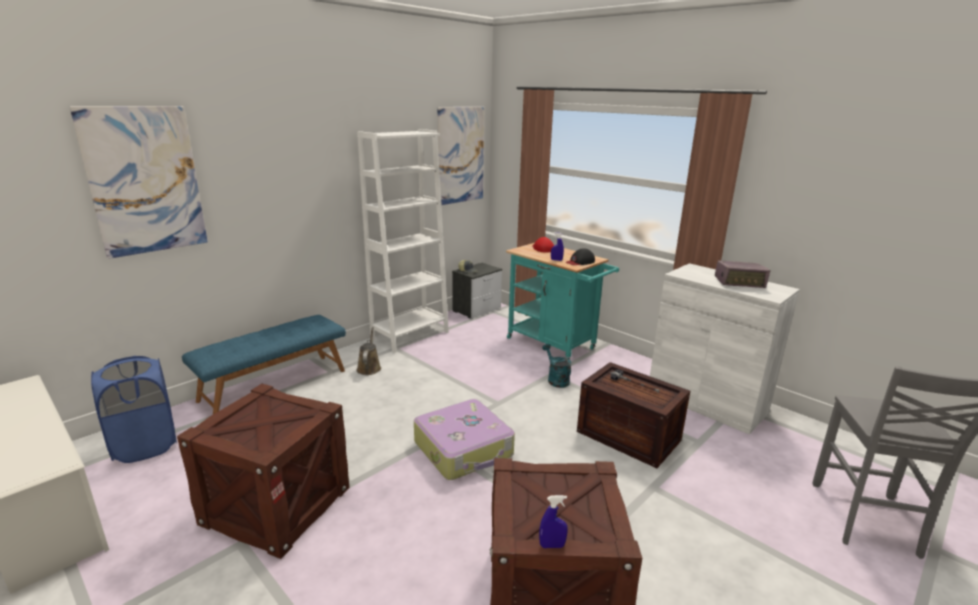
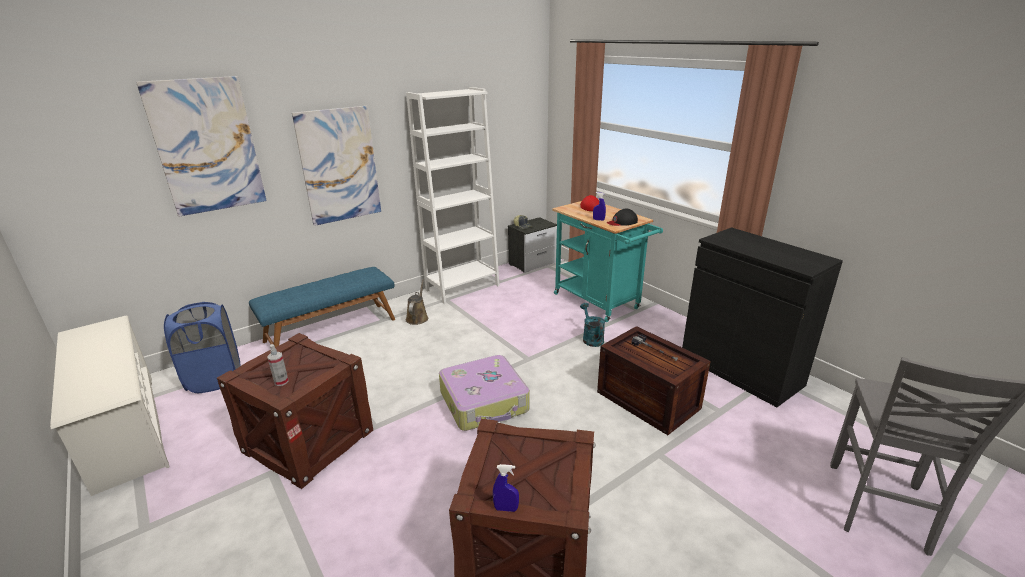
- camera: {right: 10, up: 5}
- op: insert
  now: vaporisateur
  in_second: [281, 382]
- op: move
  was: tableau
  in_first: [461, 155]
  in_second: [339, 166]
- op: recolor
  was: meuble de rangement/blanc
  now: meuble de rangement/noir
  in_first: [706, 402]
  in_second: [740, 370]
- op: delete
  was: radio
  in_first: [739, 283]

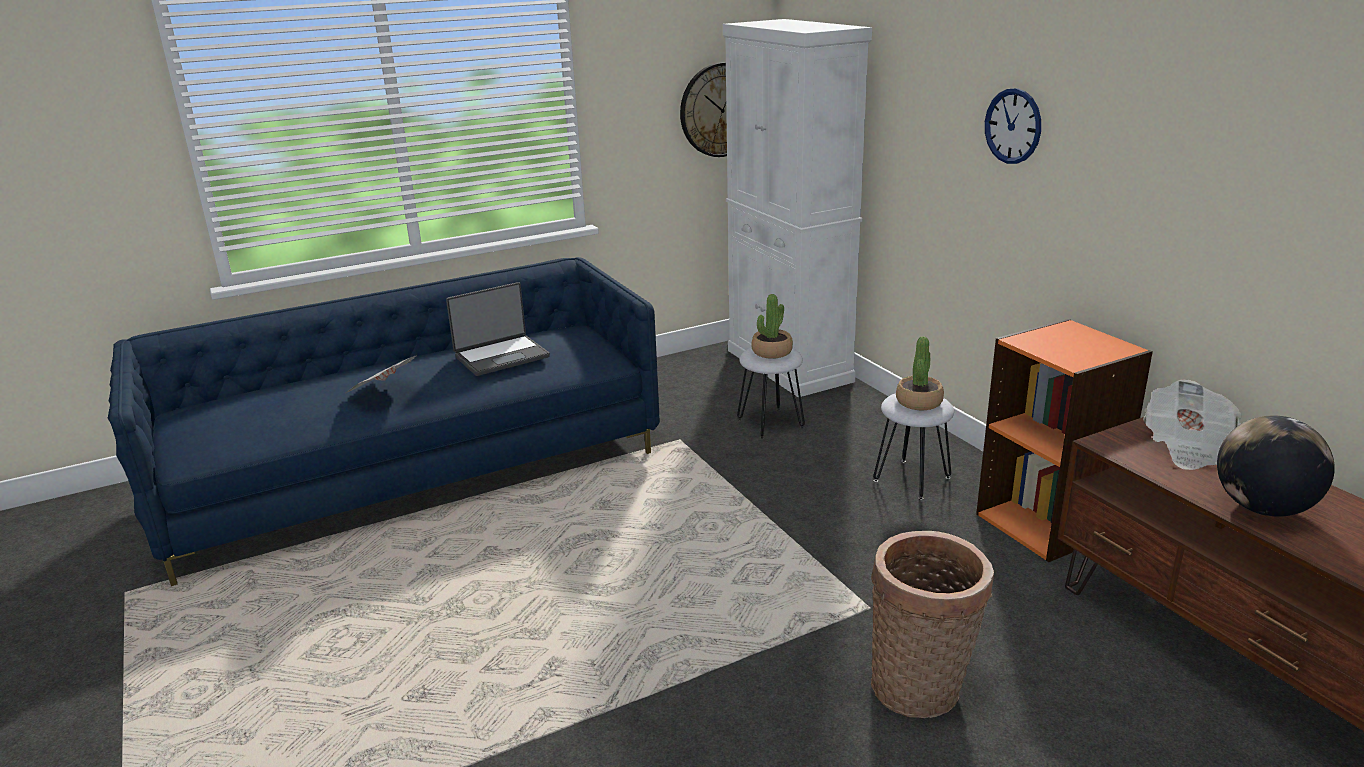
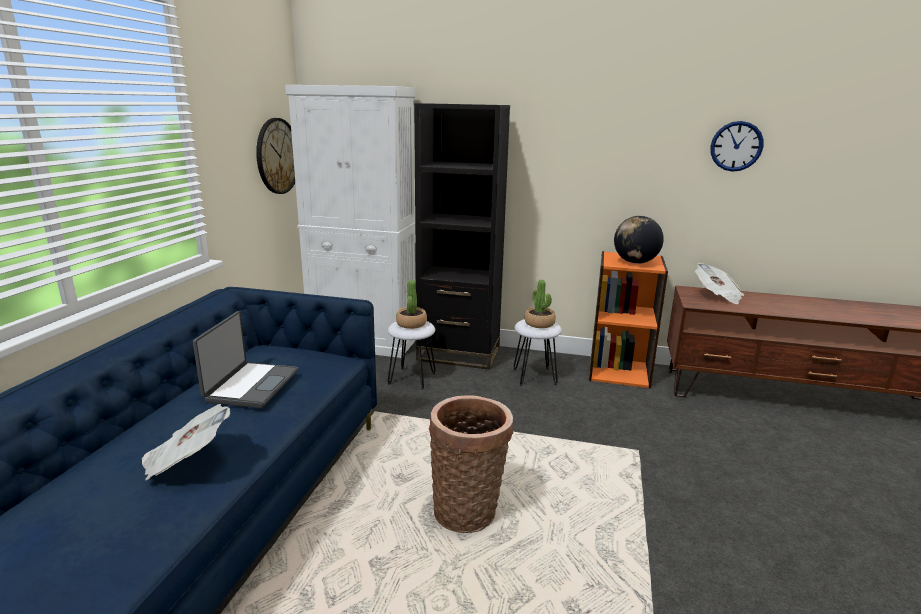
- camera: {right: -50, up: -5}
- op: insert
  now: bibliothèque/noir
  in_second: [458, 354]
- op: move
  was: panier
  in_first: [921, 689]
  in_second: [468, 510]
- op: move
  was: globe
  in_first: [1263, 508]
  in_second: [635, 262]
- op: move
  was: horloge murale
  in_first: [1013, 126]
  in_second: [736, 146]

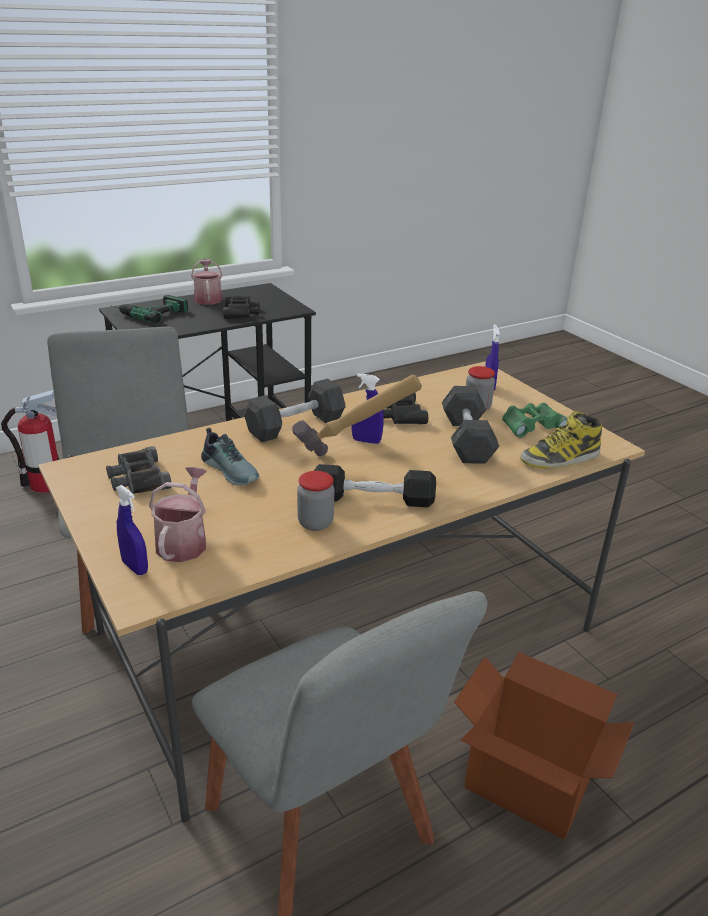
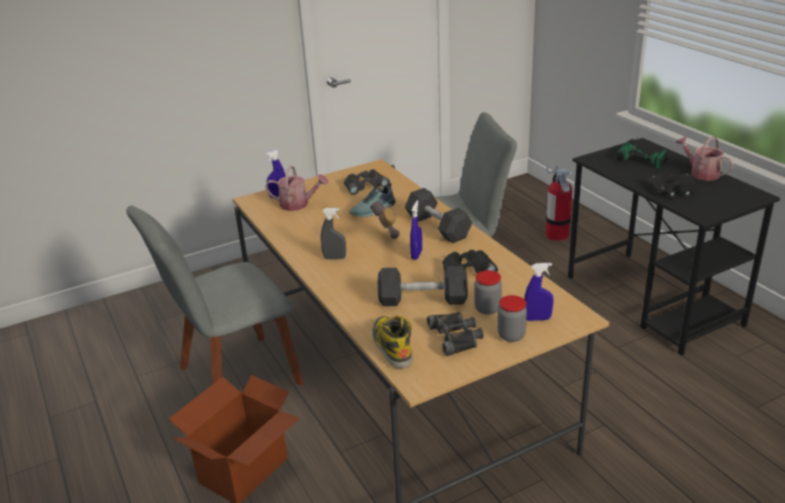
- camera: {right: 95, up: 0}
- op: replace
  was: haltère/noir
  now: vaporisateur/gris
  in_first: [373, 499]
  in_second: [334, 258]
- op: recolor
  was: jumelles/vert
  now: jumelles/noir
  in_first: [531, 424]
  in_second: [456, 337]
- op: move
  was: bocal
  in_first: [315, 523]
  in_second: [511, 335]
- op: rotate
  was: arrosoir
  in_first: [208, 298]
  in_second: [701, 173]
  clockwise: -120

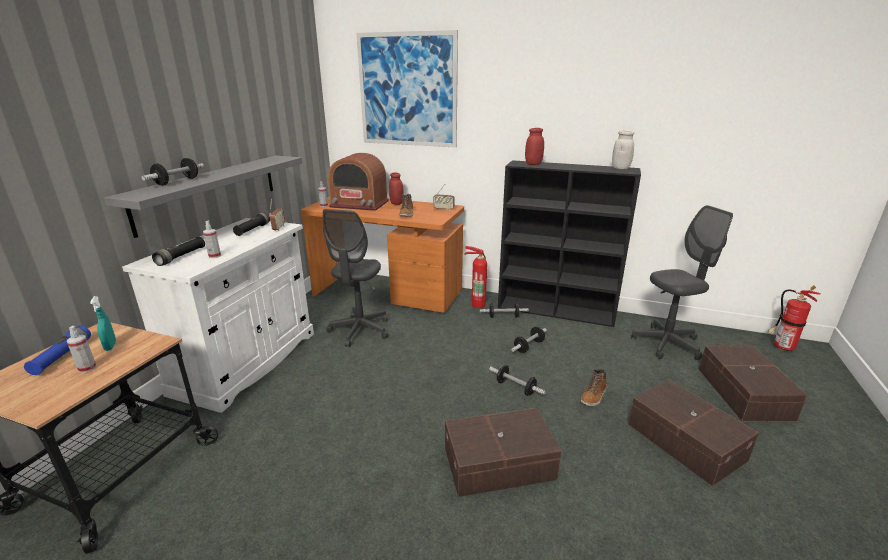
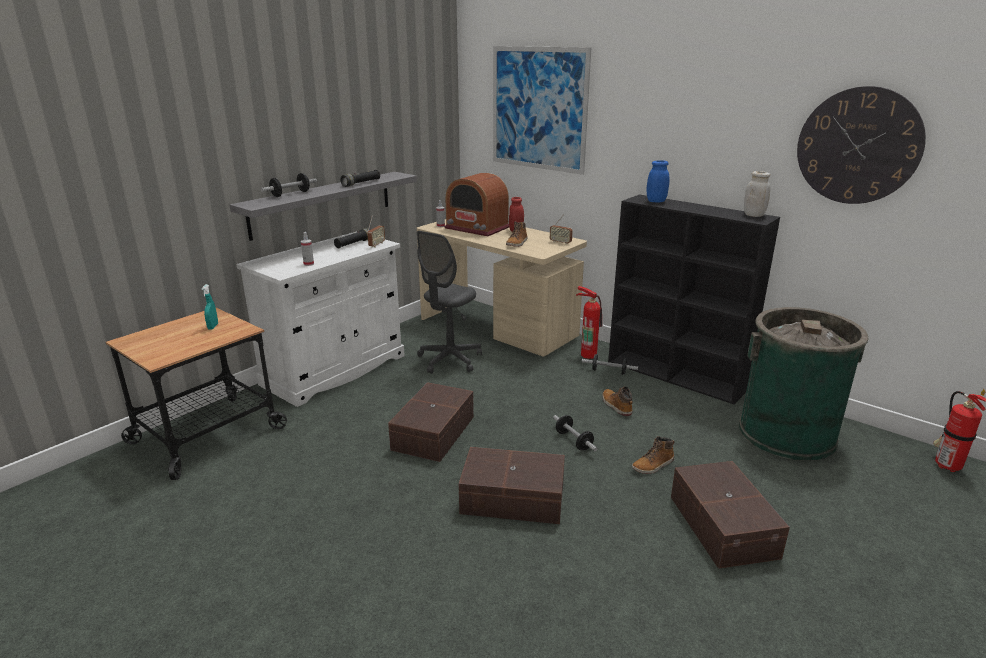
- camera: {right: 20, up: 0}
- op: move
  was: lampe de poche/noir
  in_first: [181, 257]
  in_second: [361, 183]
- op: move
  was: boîte de rangement/marron
  in_first: [743, 394]
  in_second: [432, 433]
- op: recolor
  was: bureau/orange
  now: bureau/beige
  in_first: [388, 292]
  in_second: [498, 327]
- op: replace
  was: haltère
  now: botte
  in_first: [529, 346]
  in_second: [616, 406]
- op: recolor
  was: bocal/rouge
  now: bocal/bleu
  in_first: [533, 164]
  in_second: [656, 201]
- op: replace
  was: chaise de bureau/gris
  now: poubelle/vert
  in_first: [667, 344]
  in_second: [787, 433]
- op: insert
  now: horloge murale
  in_second: [858, 146]
- op: delete
  was: lampe de poche/bleu
  in_first: [62, 357]
- op: delete
  was: vaporisateur
  in_first: [87, 368]

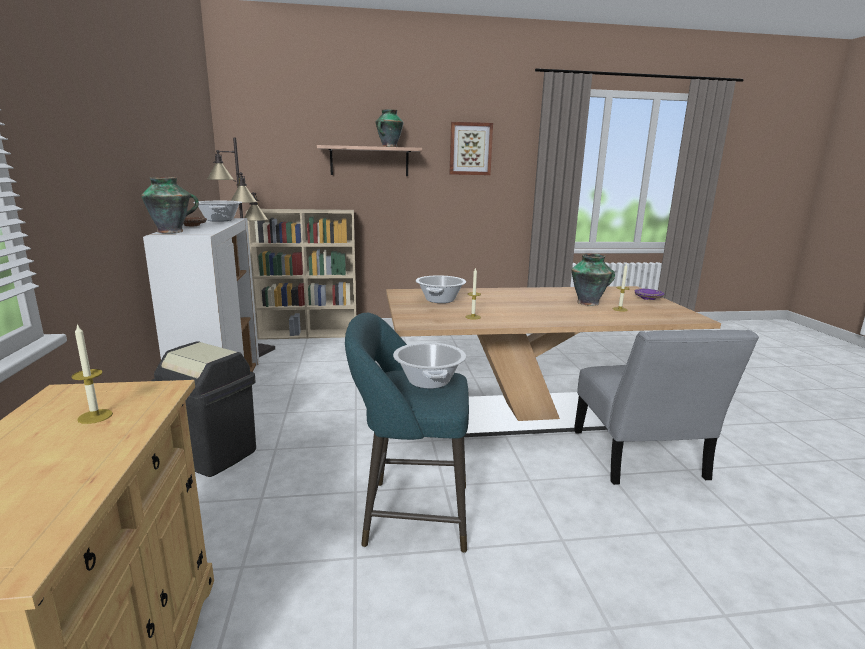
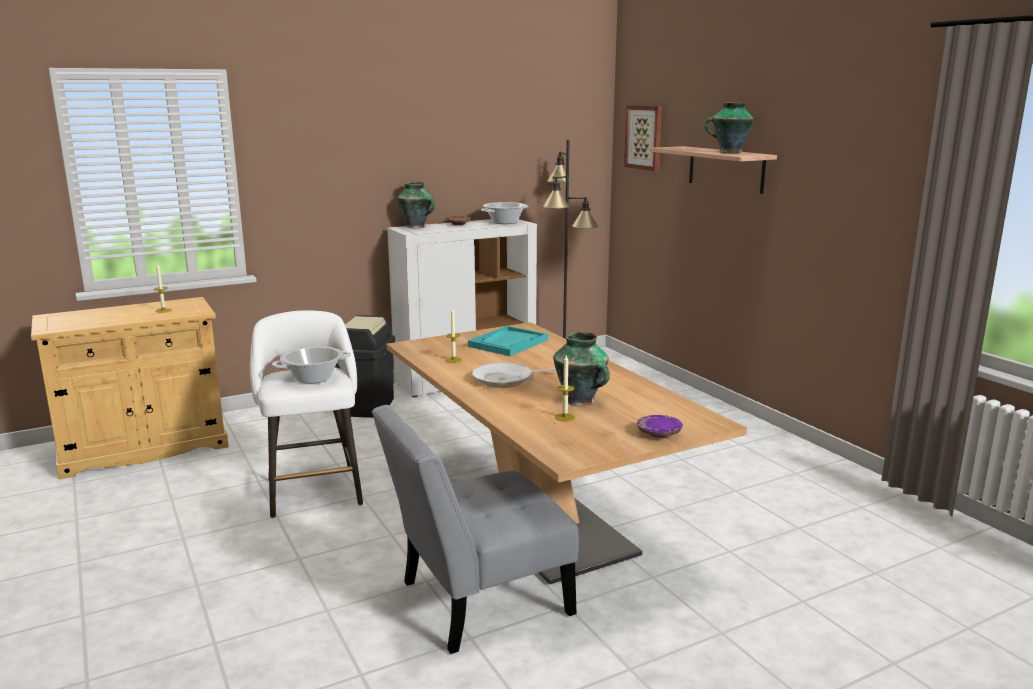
- camera: {right: 70, up: 0}
- op: recolor
  was: tabouret/turquoise
  now: tabouret/blanc
  in_first: [410, 514]
  in_second: [313, 489]
- op: replace
  was: marmite
  now: plateau/turquoise
  in_first: [440, 300]
  in_second: [508, 343]
- op: insert
  now: poêle
  in_second: [506, 379]
- op: move
  was: tableau
  in_first: [470, 149]
  in_second: [644, 137]
- op: delete
  was: bibliothèque/beige
  in_first: [309, 334]

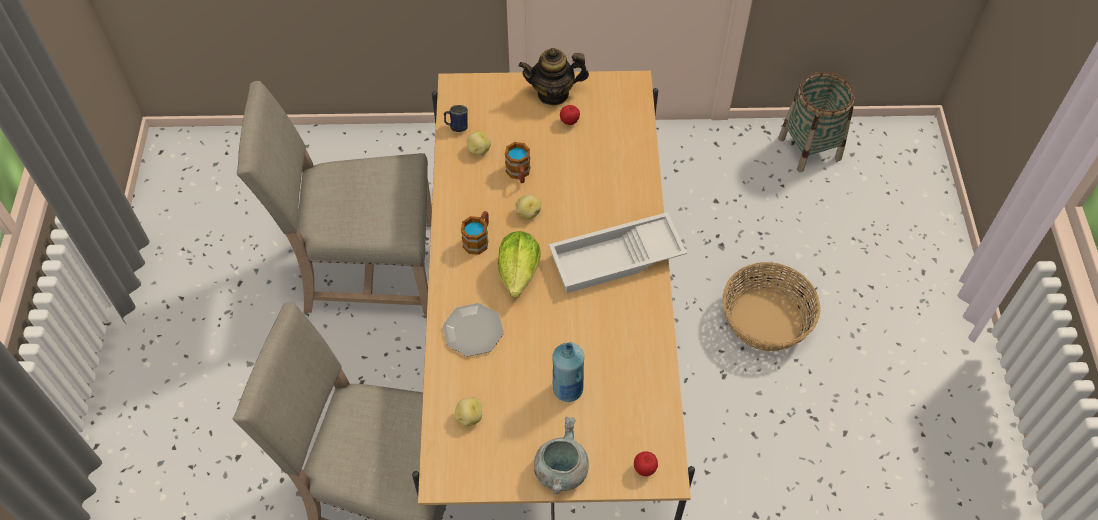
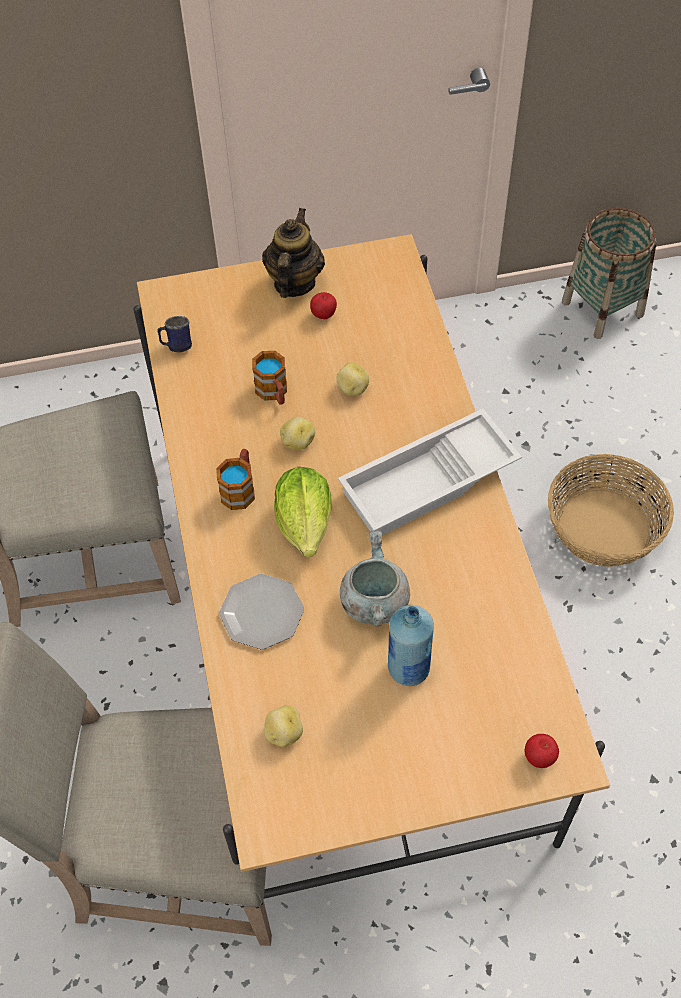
- camera: {right: -10, up: 0}
- op: rotate
  was: théière
  in_first: [553, 93]
  in_second: [294, 283]
  clockwise: 120
- op: move
  was: pomme de terre
  in_first: [478, 150]
  in_second: [352, 389]
- op: move
  was: marmite/gris
  in_first: [560, 470]
  in_second: [373, 601]

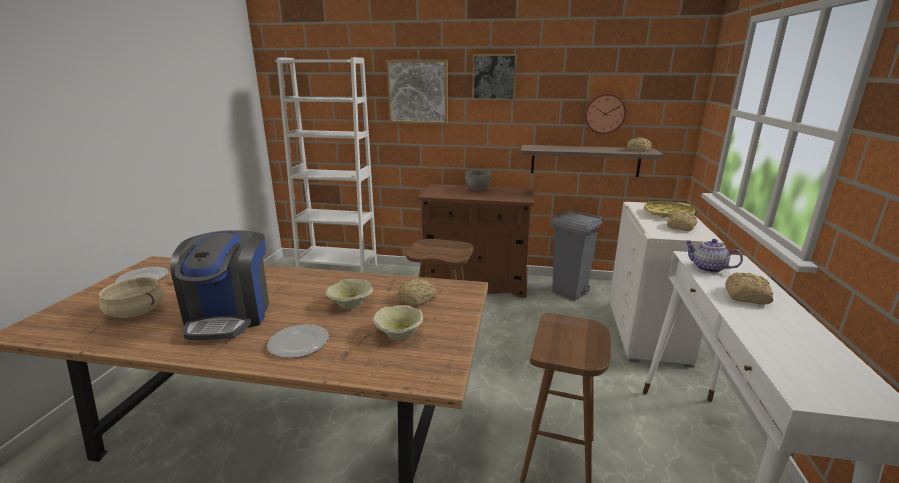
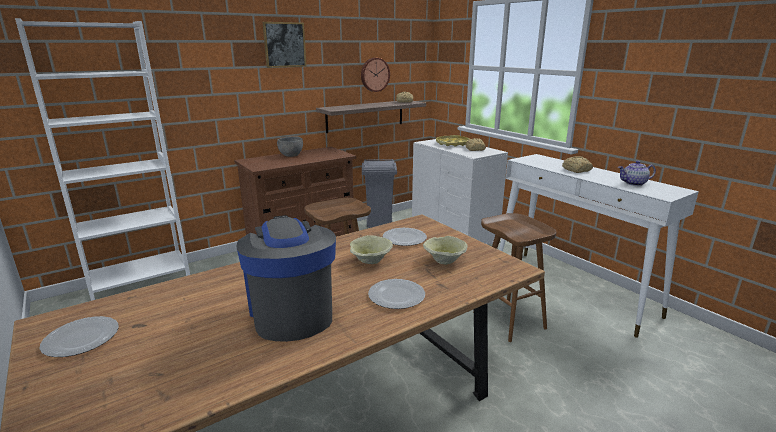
- camera: {right: -45, up: 0}
- op: rotate
  was: machine à café
  in_first: [230, 316]
  in_second: [291, 311]
  clockwise: -150
- op: replace
  was: pain
  now: assiette
  in_first: [418, 298]
  in_second: [405, 238]
- op: move
  was: théière
  in_first: [708, 268]
  in_second: [634, 183]
- op: delete
  was: marmite/beige
  in_first: [135, 312]
- op: delete
  was: tableau
  in_first: [418, 92]

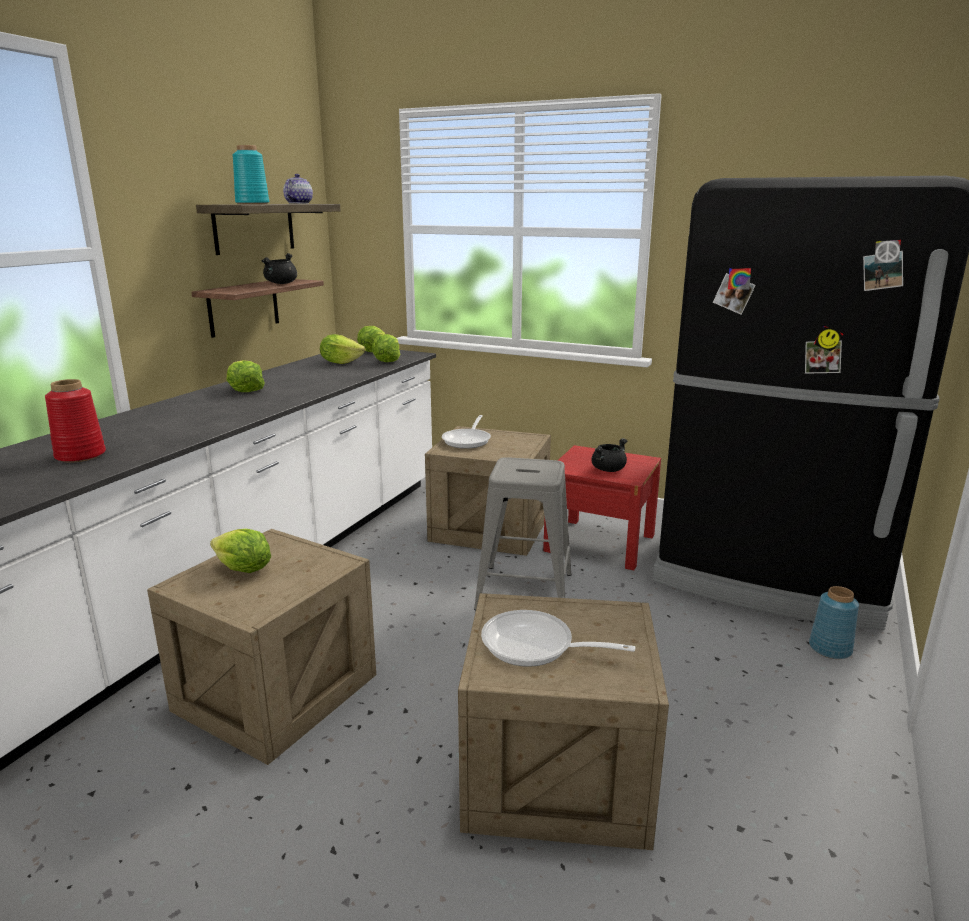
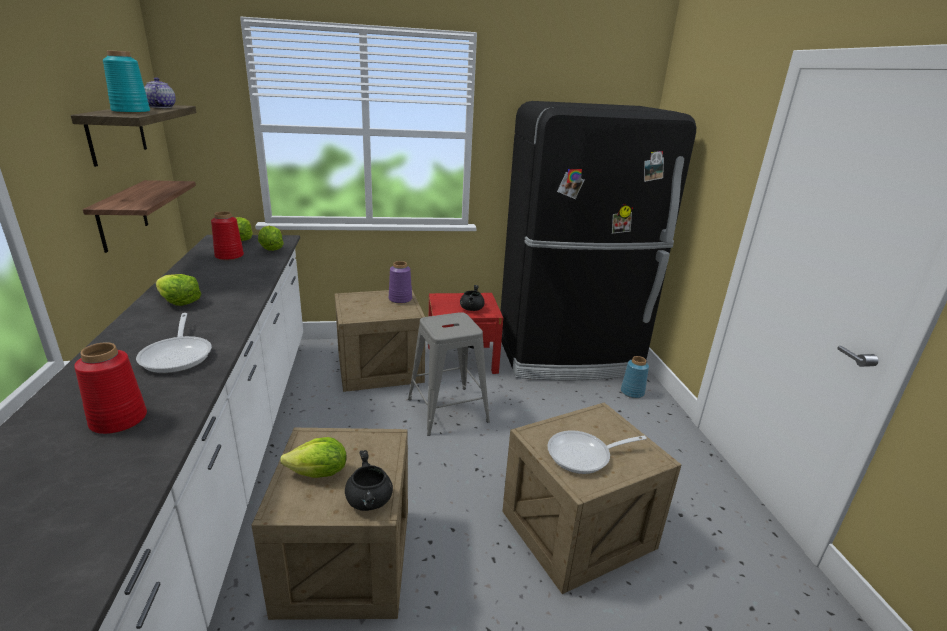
- camera: {right: -35, up: 5}
- op: move
  was: poêle
  in_first: [468, 440]
  in_second: [178, 355]
- op: replace
  was: laitue
  now: vase/rouge
  in_first: [340, 362]
  in_second: [229, 256]
- op: move
  was: marmite/noir
  in_first: [281, 283]
  in_second: [370, 501]
- op: insert
  now: vase/violet
  in_second: [400, 299]

